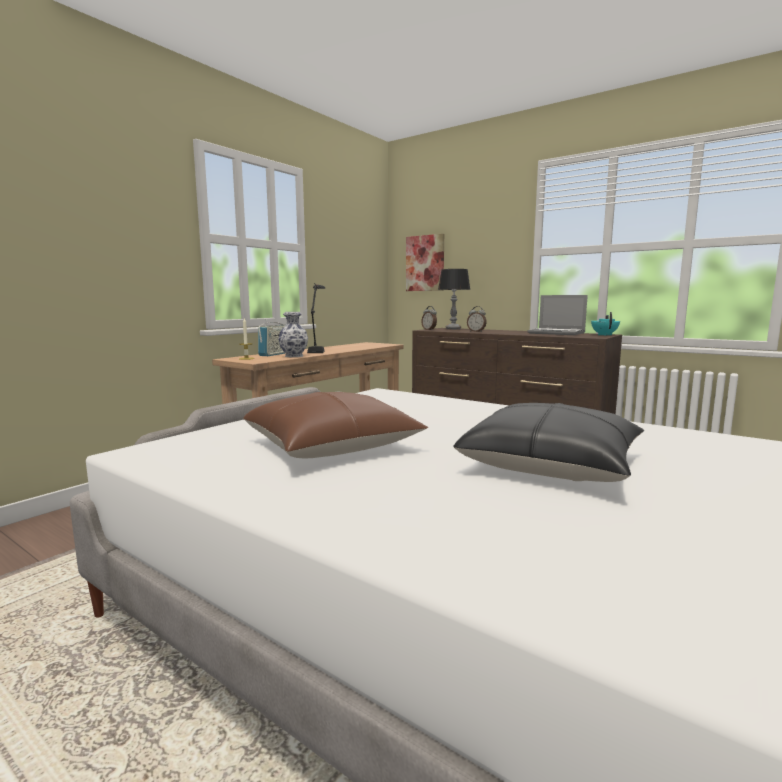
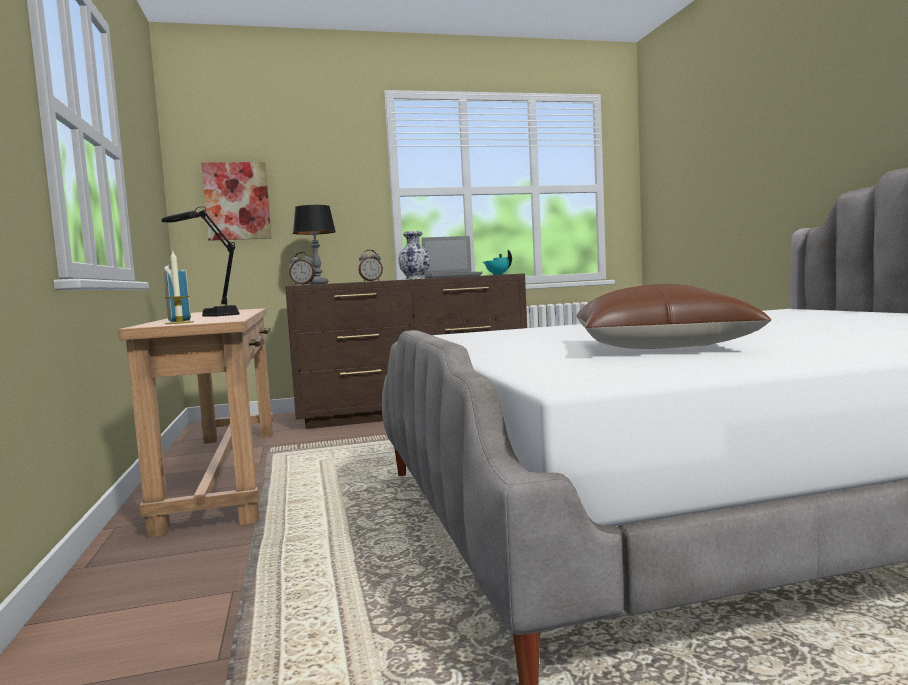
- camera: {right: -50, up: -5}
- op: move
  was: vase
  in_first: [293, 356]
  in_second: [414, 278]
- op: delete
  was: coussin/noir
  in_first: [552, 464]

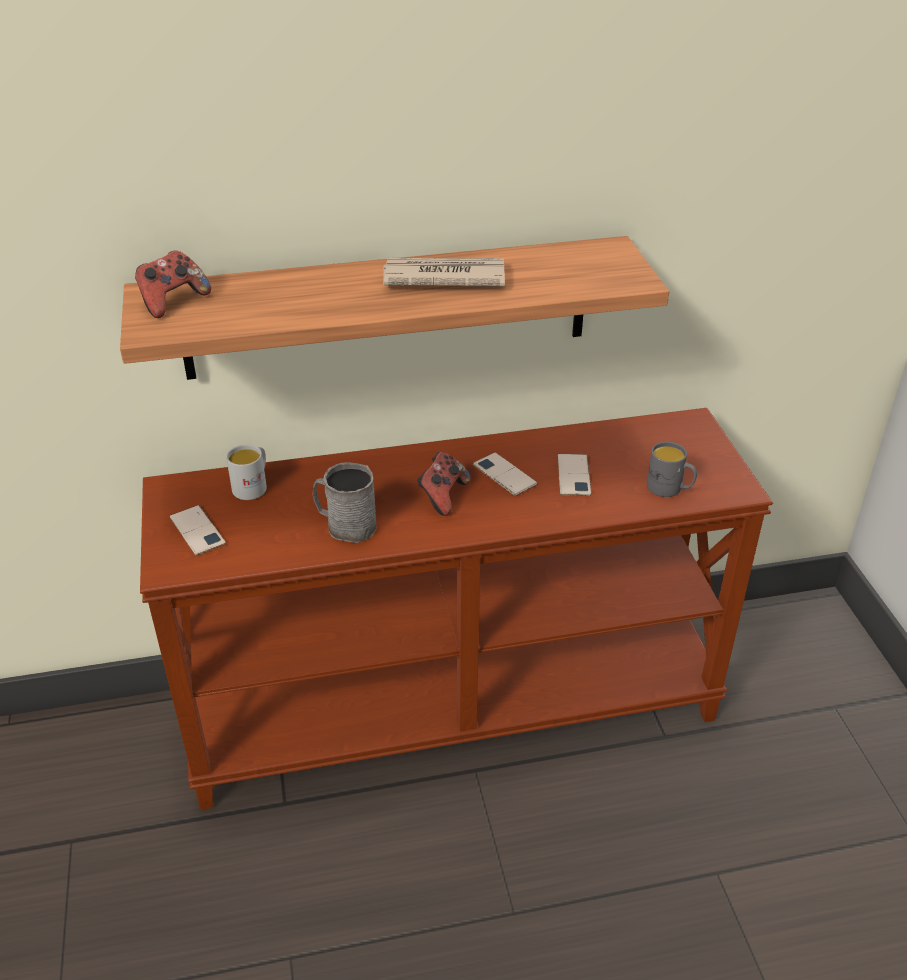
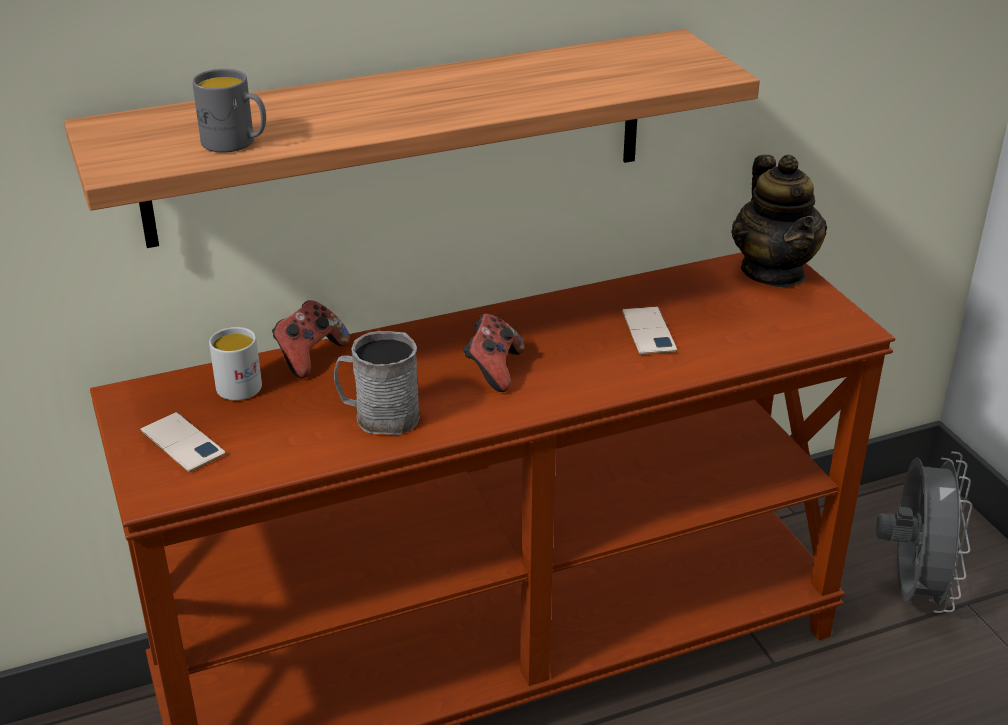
- camera: {right: -10, up: -5}
- op: move
  was: mug/gris
  in_first: [670, 489]
  in_second: [236, 144]
- op: move
  was: manette
  in_first: [173, 301]
  in_second: [310, 356]
- op: insert
  now: théière
  in_second: [774, 272]
- op: insert
  now: ventilateur/gris
  in_second: [911, 590]
- op: delete
  was: journal
  in_first: [442, 277]
- op: delete
  was: téléphone
  in_first: [504, 474]

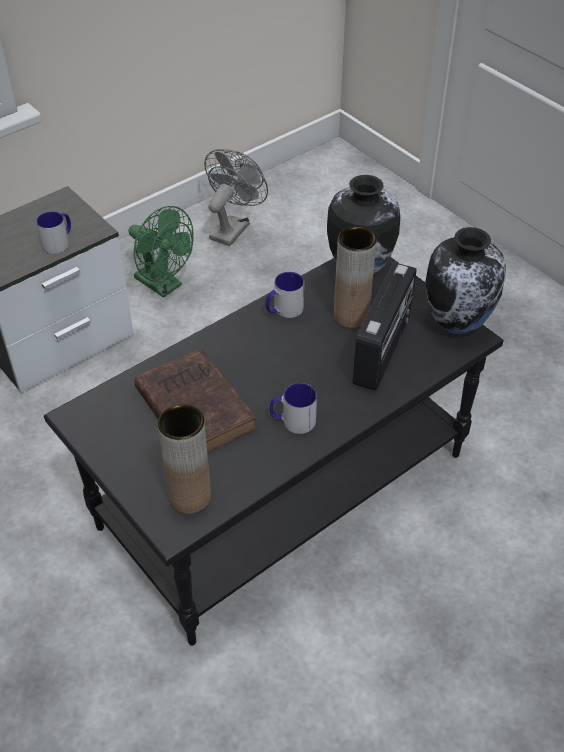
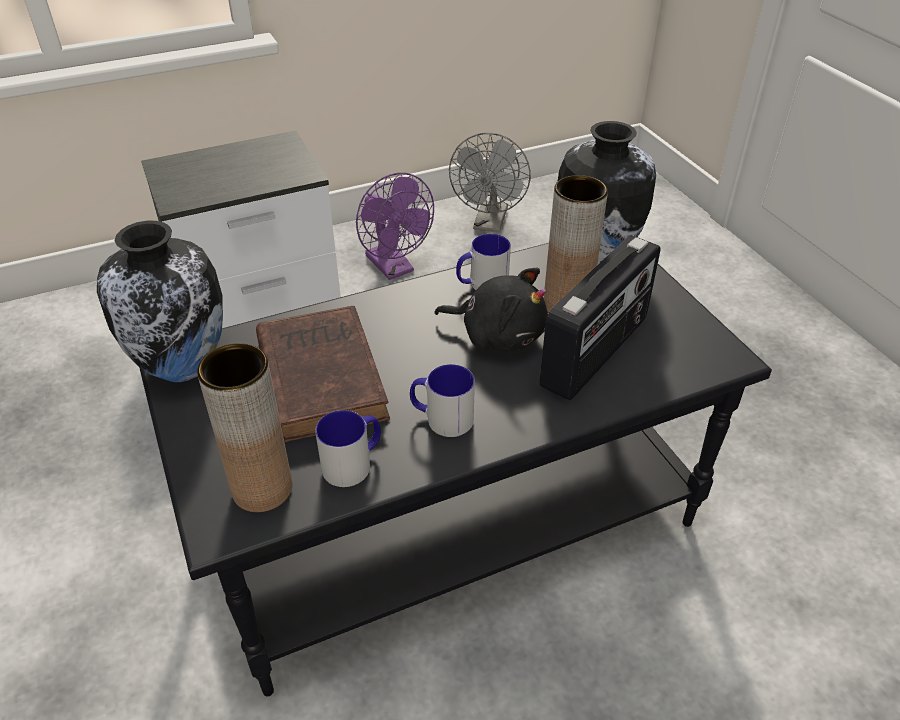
- camera: {right: 15, up: -5}
- op: move
  was: vase
  in_first: [457, 324]
  in_second: [184, 368]
- op: move
  was: mug
  in_first: [59, 242]
  in_second: [354, 463]
- op: recolor
  was: ventilateur/vert
  now: ventilateur/violet
  in_first: [164, 285]
  in_second: [394, 268]
- op: insert
  now: peluche/noir
  in_second: [498, 334]
- op: rotate
  was: ventilateur/gris
  in_first: [233, 228]
  in_second: [490, 224]
  clockwise: 150

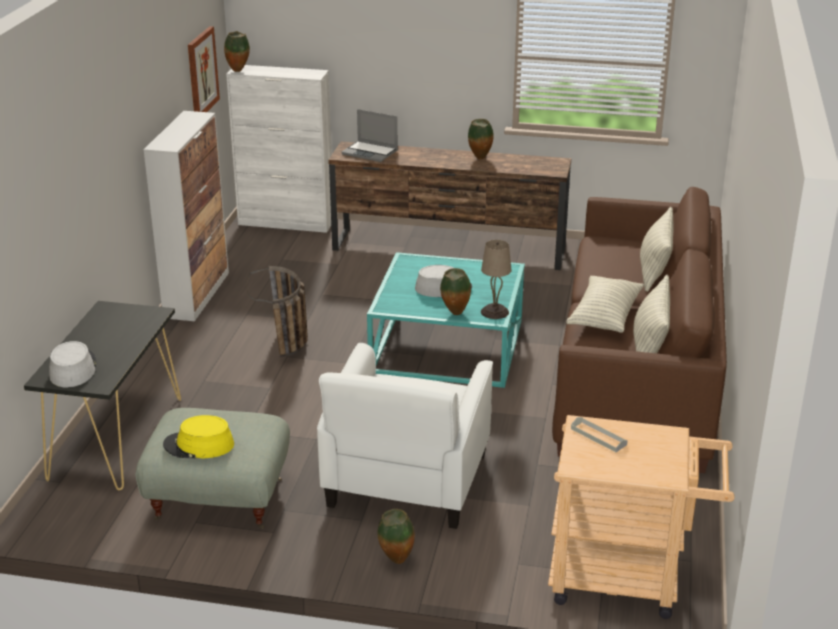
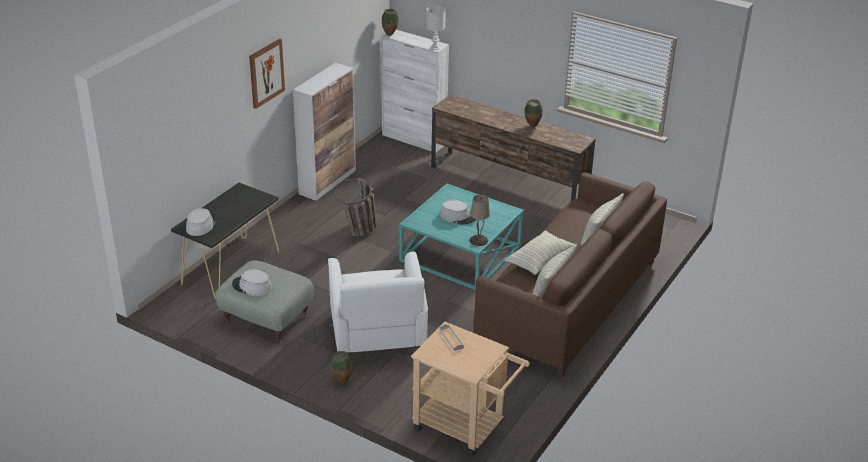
- camera: {right: 20, up: 5}
- op: recolor
  was: chapeau/jaune
  now: chapeau/gris
  in_first: [199, 445]
  in_second: [252, 286]
- op: move
  was: tableau
  in_first: [202, 72]
  in_second: [266, 73]
- op: rotate
  was: fauteuil/blanc
  in_first: [407, 482]
  in_second: [377, 336]
  clockwise: -45
- op: insert
  now: lampe de table/blanc
  in_second: [435, 47]
- op: delete
  was: ordinateur portable
  in_first: [371, 152]
- op: delete
  was: vase
  in_first: [455, 314]

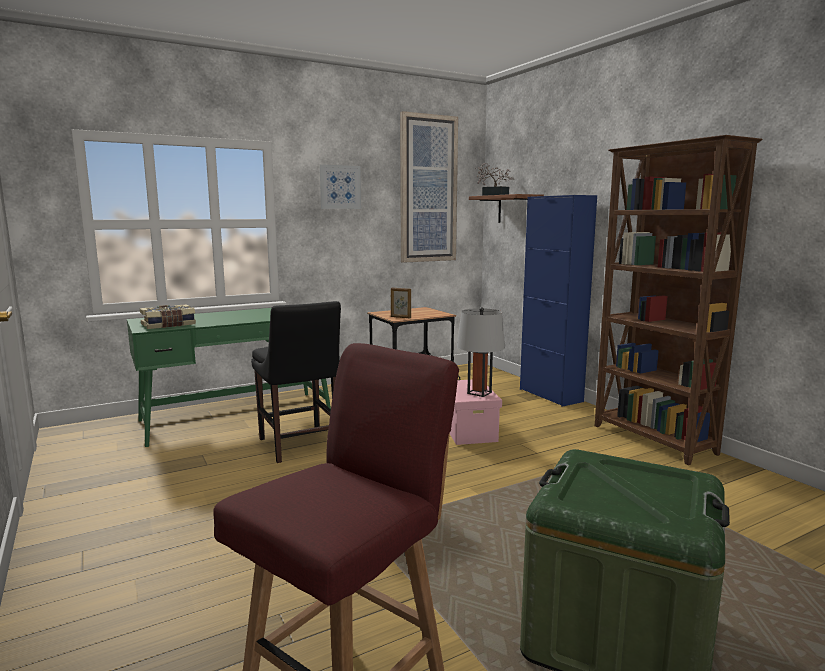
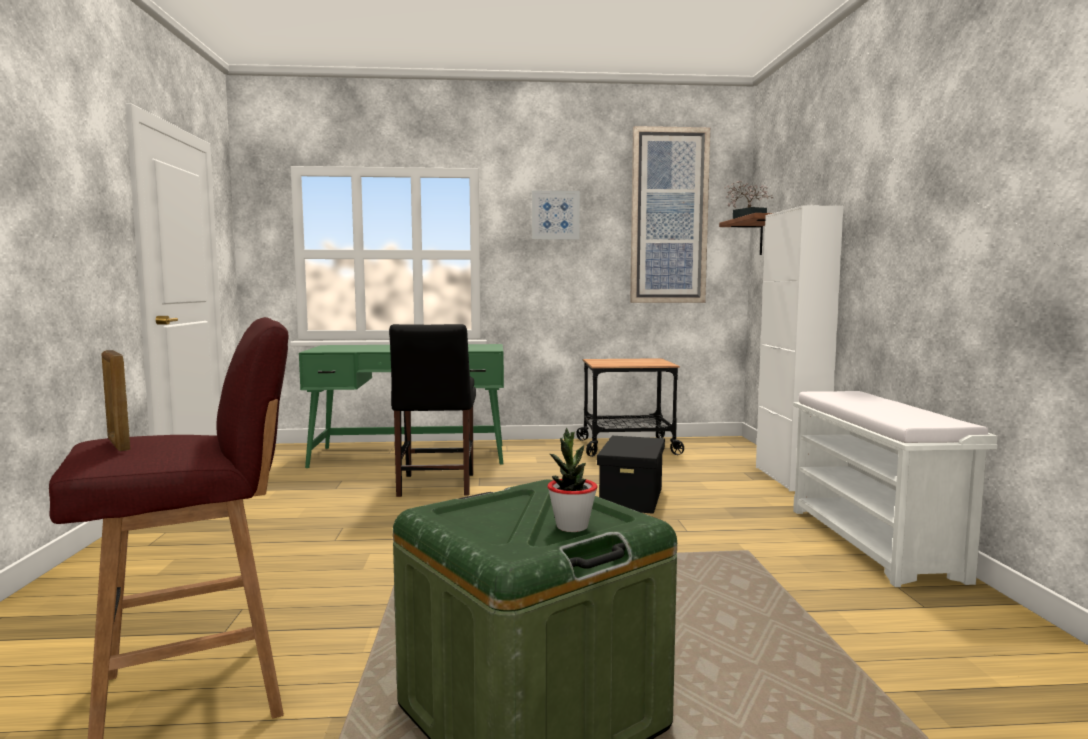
- camera: {right: 25, up: -5}
- op: move
  was: cadre photo
  in_first: [400, 317]
  in_second: [118, 444]
- op: insert
  now: plante en pot
  in_second: [571, 527]
- op: recolor
  was: boîte de rangement/rose
  now: boîte de rangement/noir
  in_first: [468, 430]
  in_second: [632, 498]
- op: recolor
  was: meuble de rangement/bleu
  now: meuble de rangement/blanc
  in_first: [550, 395]
  in_second: [790, 478]
- op: replace
  was: bibliothèque/marron
  now: banc/blanc
  in_first: [653, 440]
  in_second: [874, 543]
- op: delete
  was: livre
  in_first: [169, 325]
- op: delete
  was: lampe de table/gris
  in_first: [479, 393]

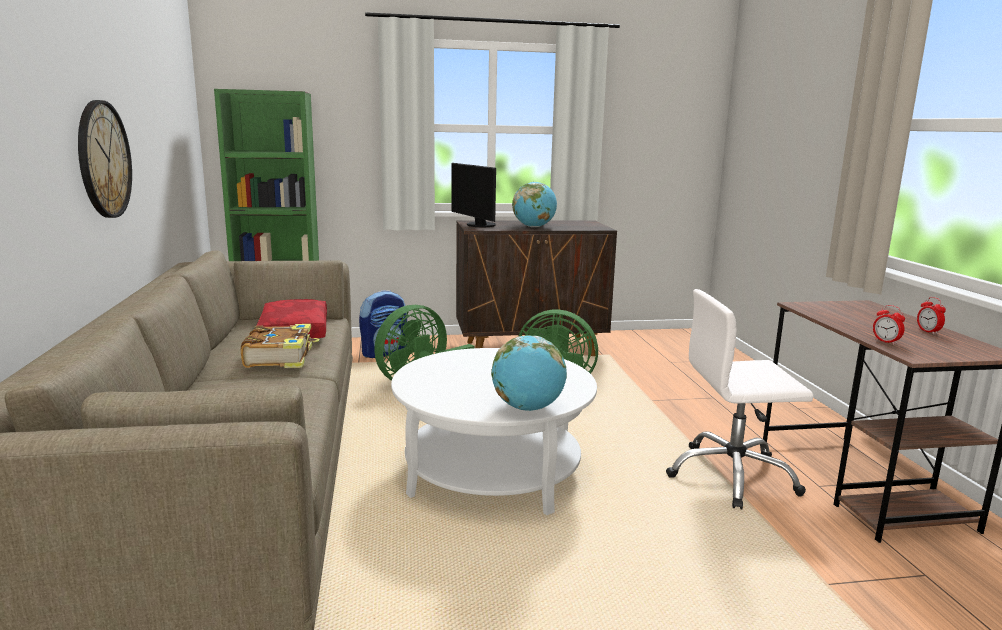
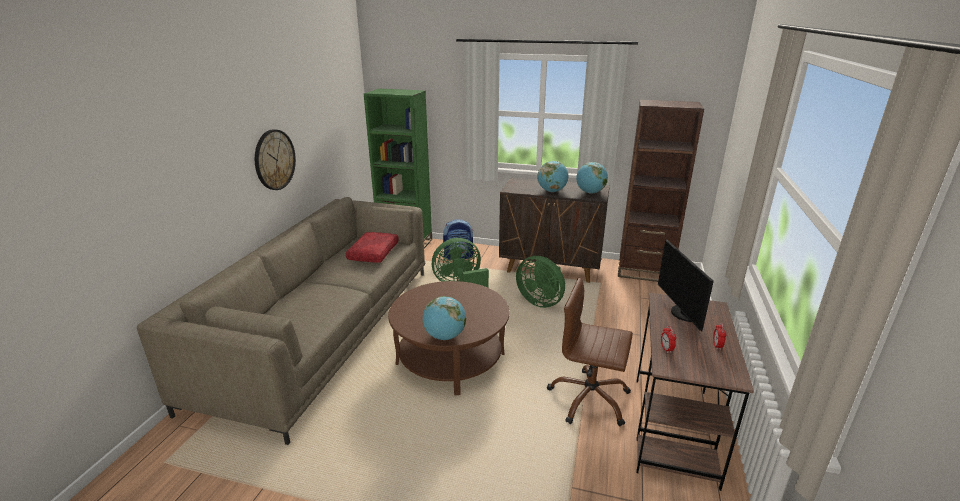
- camera: {right: 25, up: 10}
- op: recolor
  was: table basse/blanc
  now: table basse/marron
  in_first: [492, 471]
  in_second: [450, 359]
- op: recolor
  was: chaise de bureau/blanc
  now: chaise de bureau/marron
  in_first: [732, 476]
  in_second: [589, 399]
- op: insert
  now: globe
  in_second: [590, 192]
- op: insert
  now: bibliothèque/marron
  in_second: [644, 272]
- op: move
  was: écran d'ordinateur
  in_first: [478, 225]
  in_second: [683, 314]
- op: delete
  was: livre
  in_first: [280, 357]

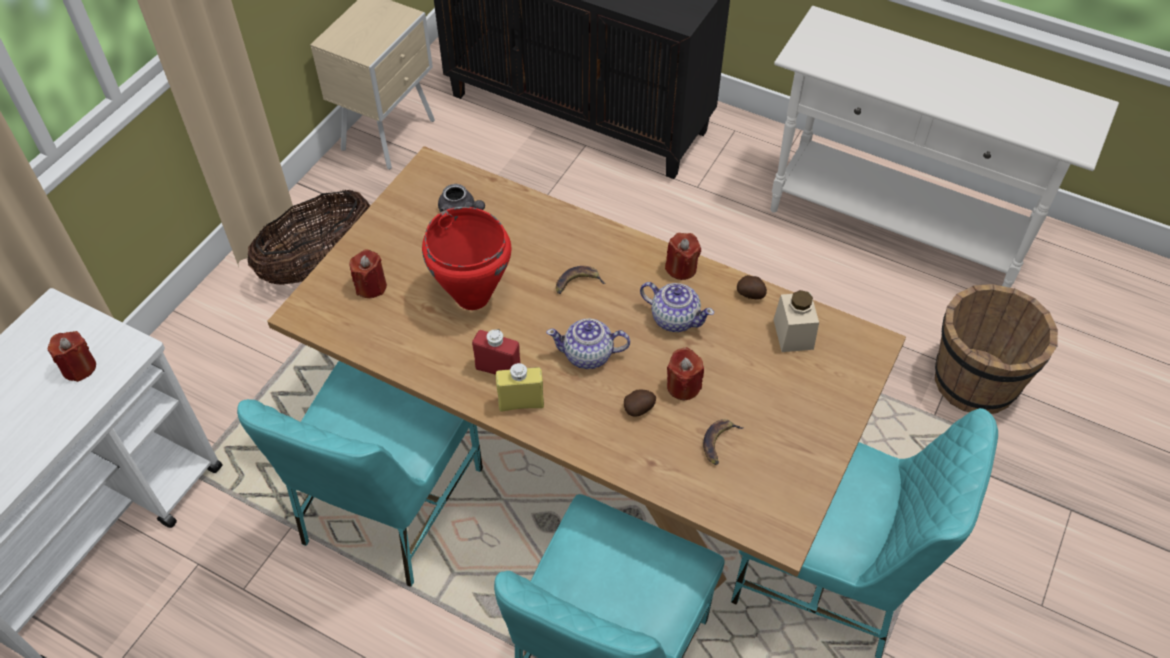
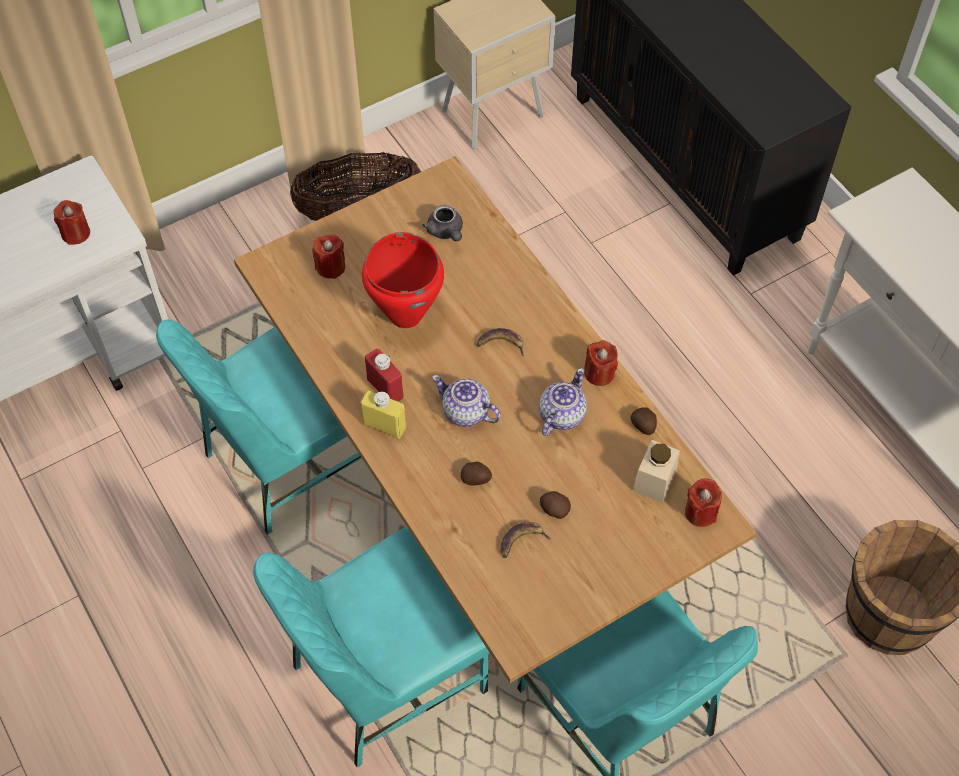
- camera: {right: 30, up: 5}
- op: rotate
  was: théière
  in_first: [674, 318]
  in_second: [561, 415]
  clockwise: -120
- op: insert
  now: pomme de terre
  in_second: [554, 509]
- op: move
  was: bougie/rouge
  in_first: [683, 386]
  in_second: [700, 512]

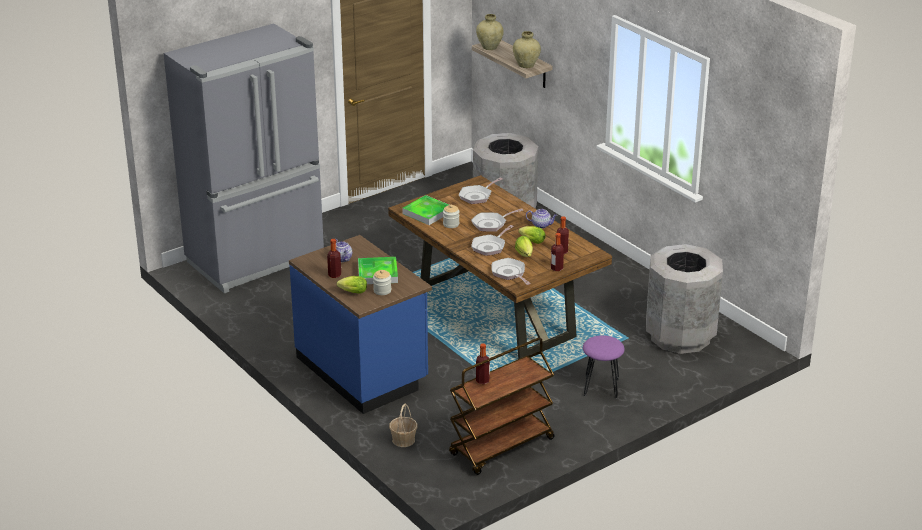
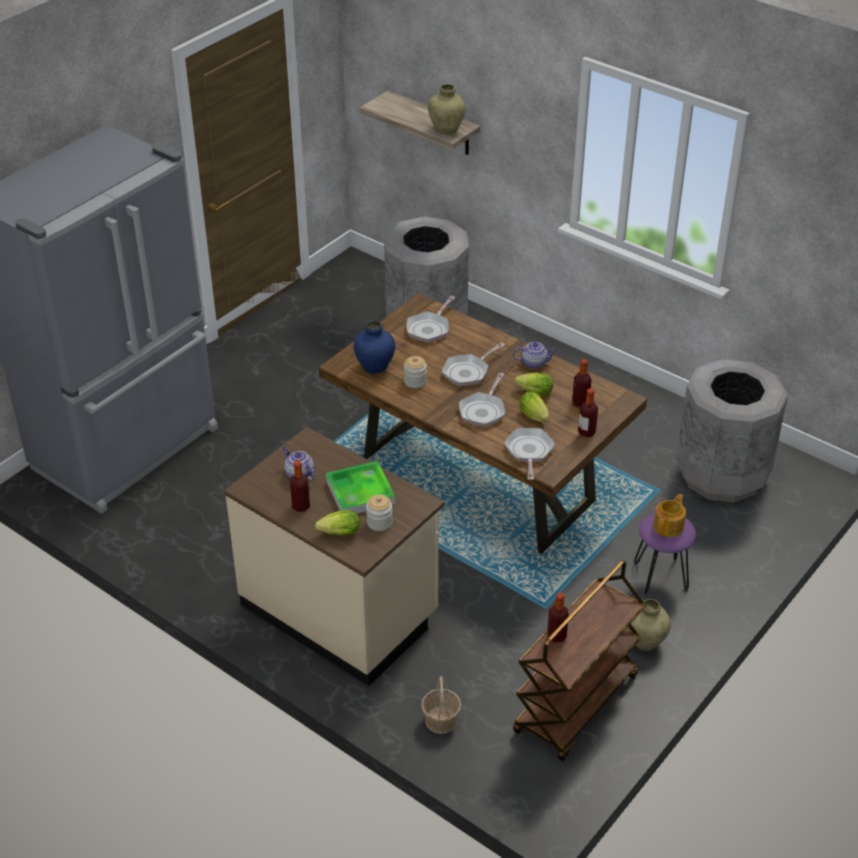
- camera: {right: -15, up: 10}
- op: recolor
  was: comptoir de cuisine/bleu
  now: comptoir de cuisine/beige
  in_first: [363, 370]
  in_second: [340, 610]
- op: replace
  was: plateau
  now: vase/bleu
  in_first: [427, 213]
  in_second: [375, 367]
- op: rotate
  was: poêle
  in_first: [509, 273]
  in_second: [529, 452]
  clockwise: 45
- op: move
  was: vase/beige
  in_first: [489, 47]
  in_second: [645, 642]
- op: insert
  now: théière
  in_second: [669, 526]

